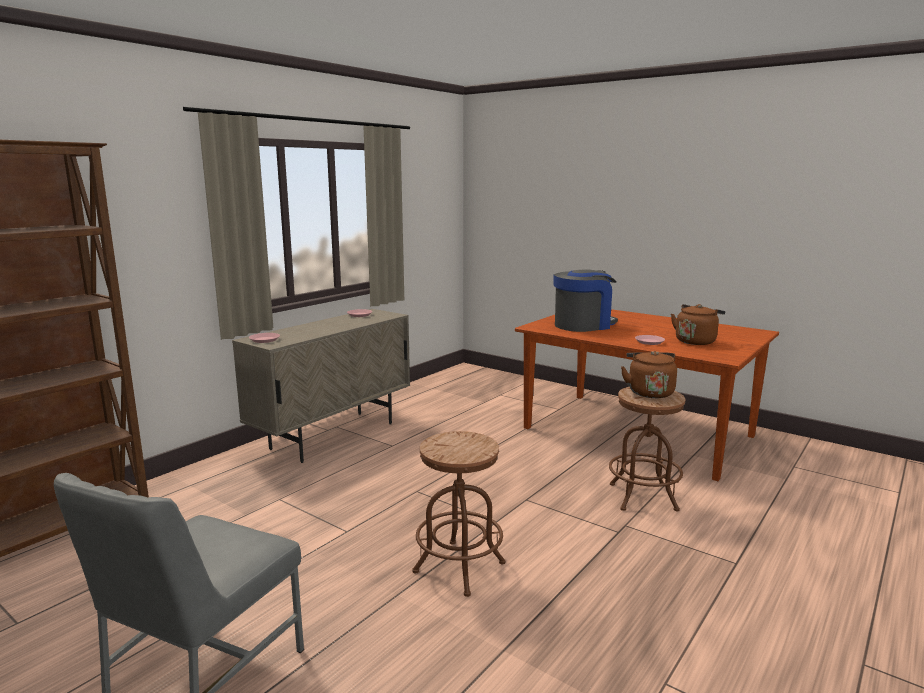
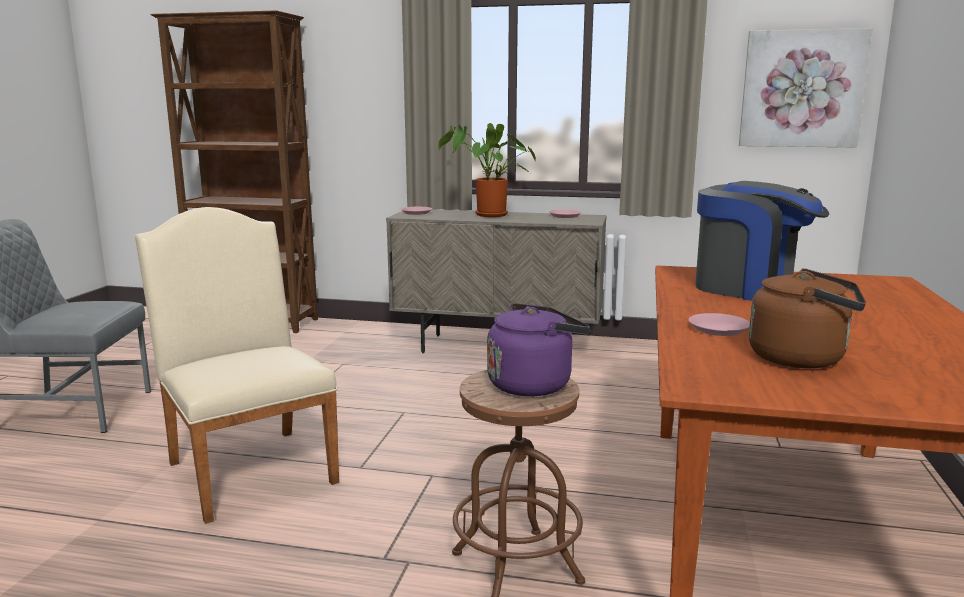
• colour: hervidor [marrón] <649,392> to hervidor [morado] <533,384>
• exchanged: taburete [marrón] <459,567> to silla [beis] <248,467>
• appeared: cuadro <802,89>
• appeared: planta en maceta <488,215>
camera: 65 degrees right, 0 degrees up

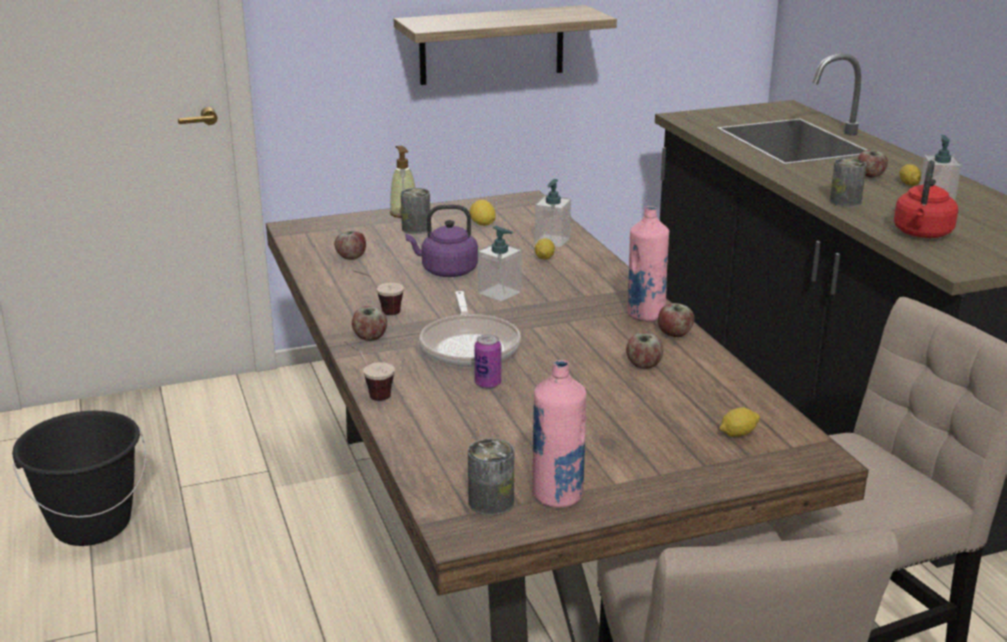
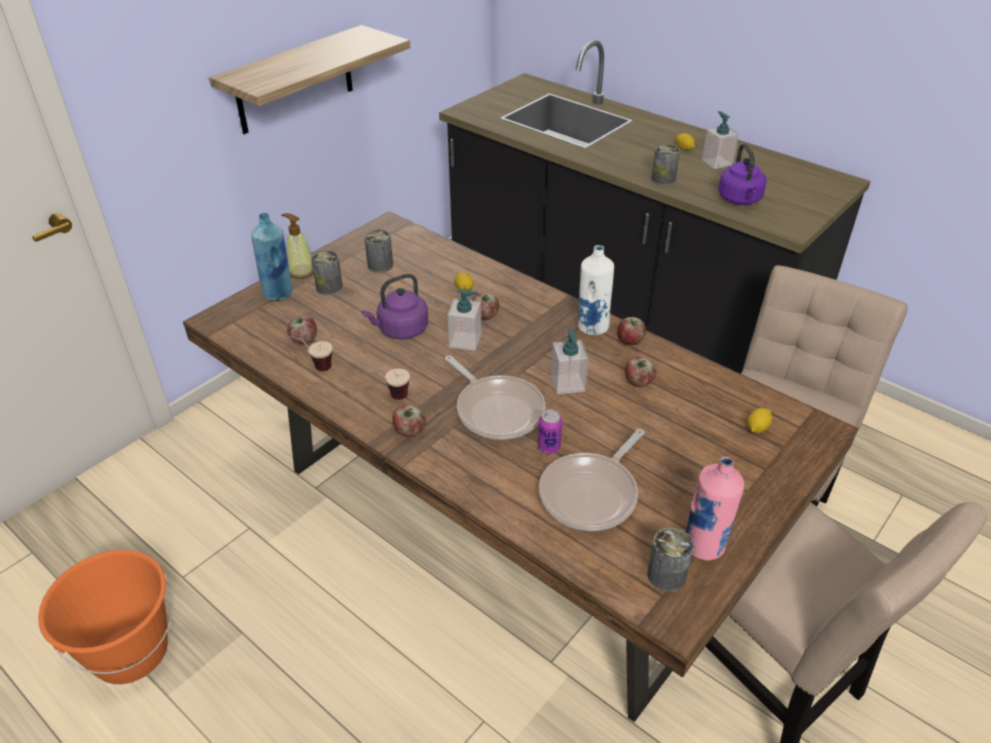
• relocated: manzana <869,176> to <485,316>
• colour: hervidor [rojo] <922,234> to hervidor [morado] <740,200>
• relocated: dispensador de jabón <552,240> to <568,383>
• exchanged: limón <482,224> to lata <380,265>
• colour: botella [rosa] <645,315> to botella [blanco] <592,327>
• relocated: taza <369,393> to <313,366>
• colour: cubo [negro] <92,525> to cubo [naranja] <131,652>
• appeared: botella [azul] <278,293>
• appeared: sartén <592,494>
camera: 30 degrees left, 15 degrees up

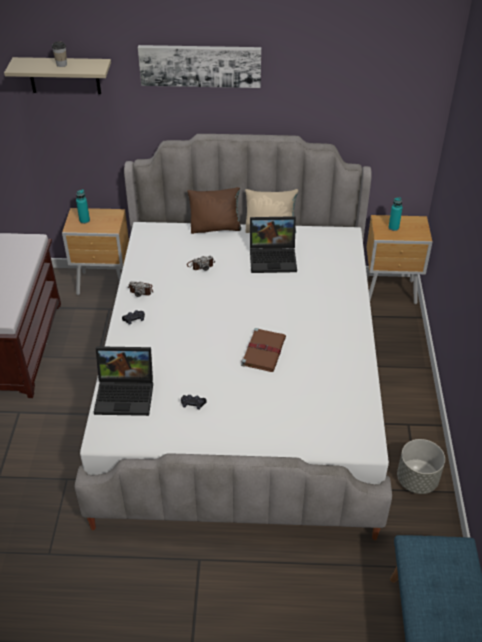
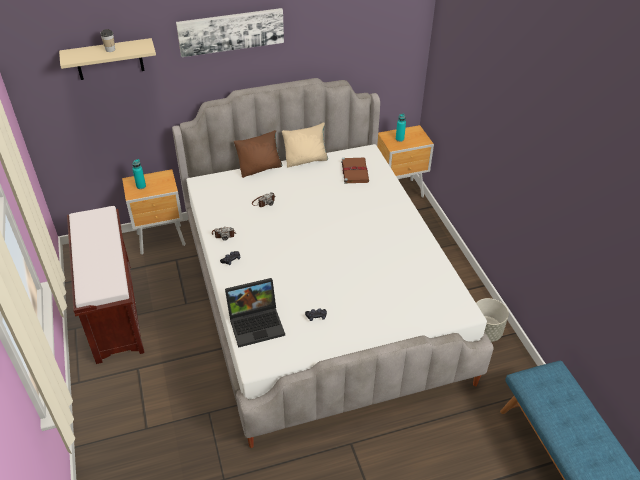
• missing: portátil <274,258>
• relocated: libro [marrón] <264,351> to <354,171>
camera: 20 degrees left, 0 degrees up

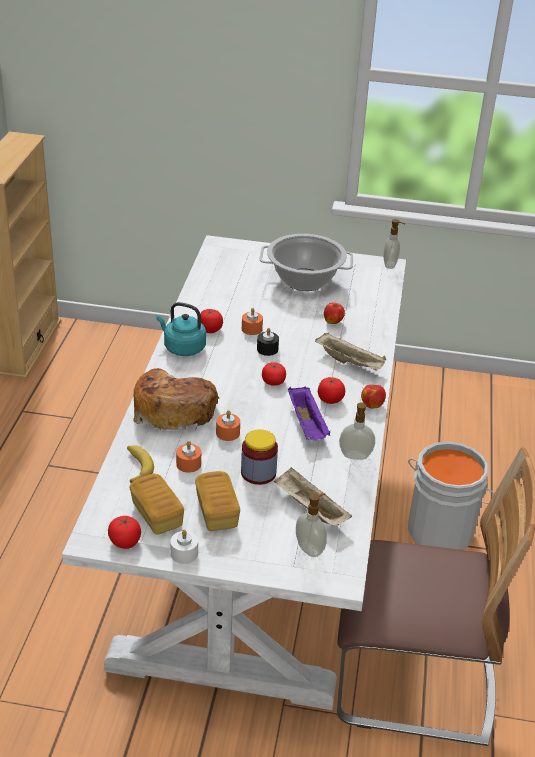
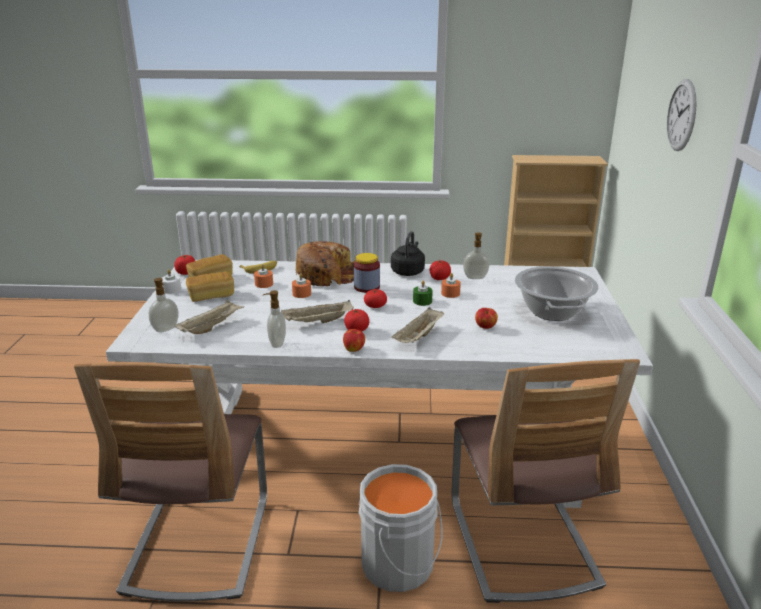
• relocated: dispensador de jabón <390,265> to <475,278>
• colour: hervidor [turquesa] <182,348> to hervidor [negro] <408,271>
• colour: vela [negro] <267,349> to vela [verde] <422,301>
• colour: bandeja [morado] <307,425> to bandeja [beis] <317,322>
• relocated: tarro <258,473> to <366,287>
• appeared: reloj de pared <681,115>
• appeared: silla <522,542>
camera: 85 degrees right, 10 degrees down

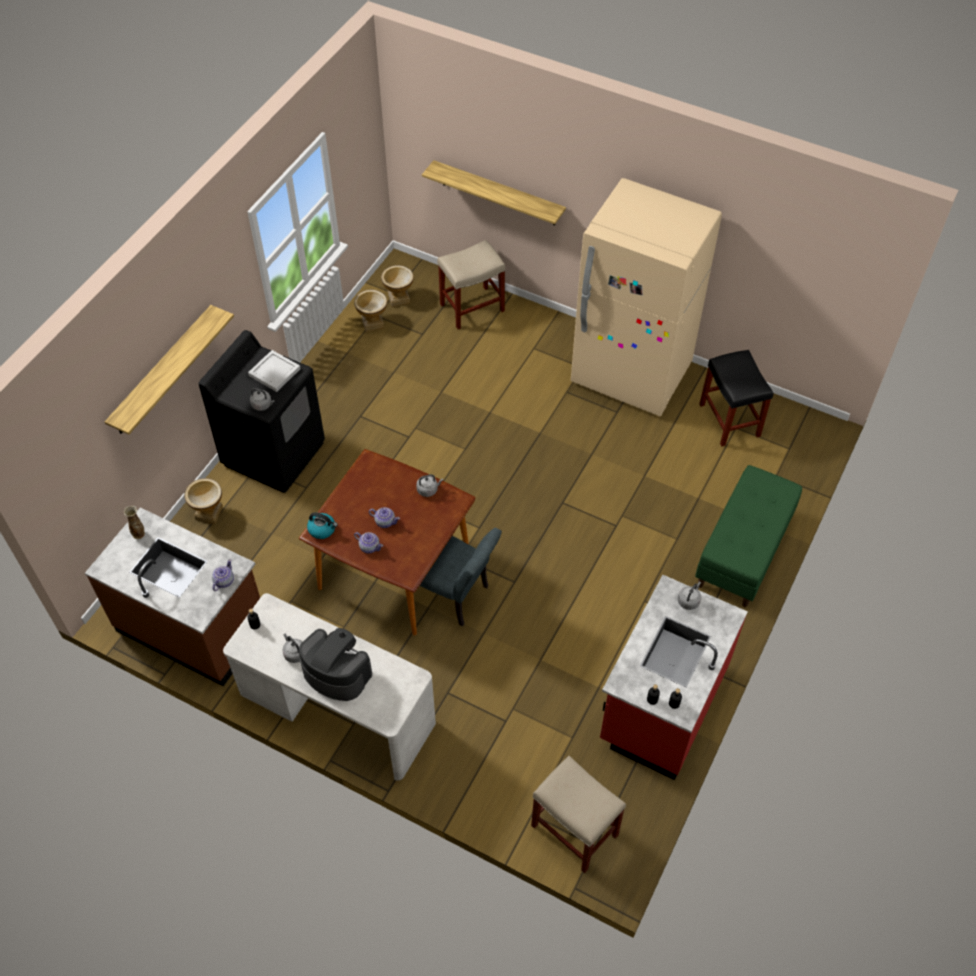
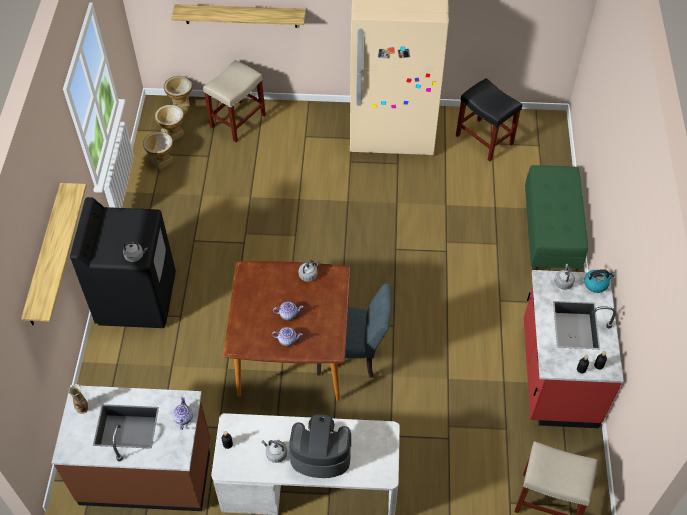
• missing: bandeja [blanco] <274,371>
• relocated: florero <209,513> to <181,105>
• relocated: hervidor <322,529> to <596,284>
camera: 25 degrees left, 0 degrees up

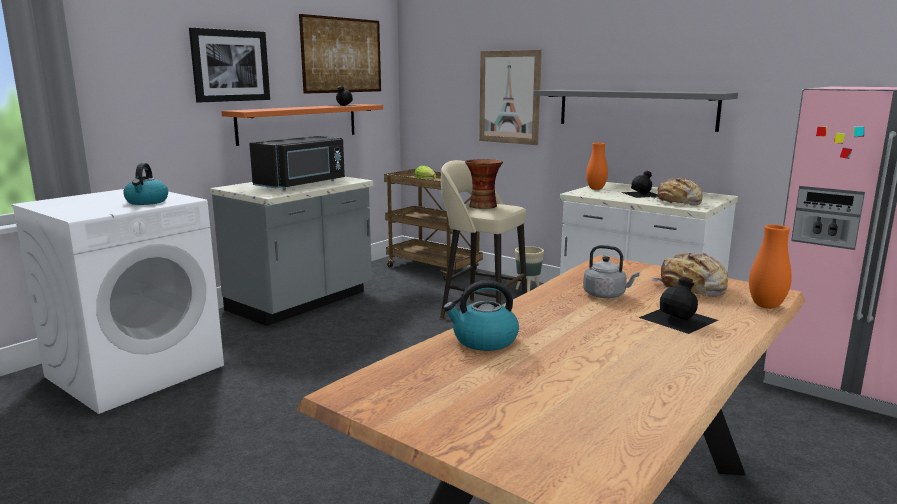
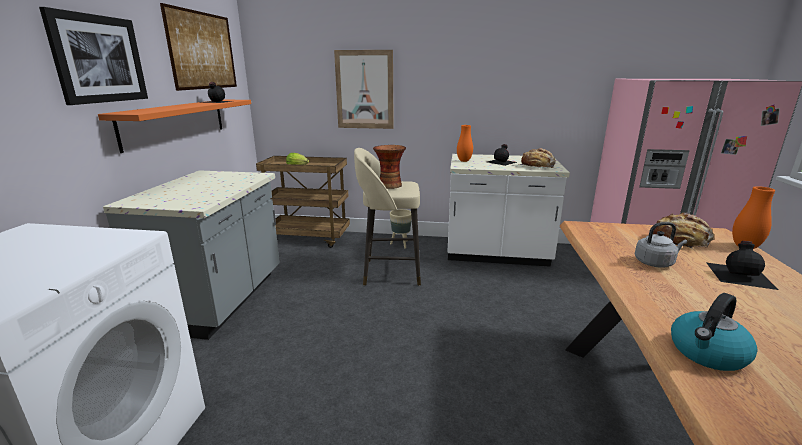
• missing: estante [gris] <635,109>
• missing: microondas [negro] <303,184>
• missing: hervidor <147,202>
camera: 30 degrees left, 5 degrees up

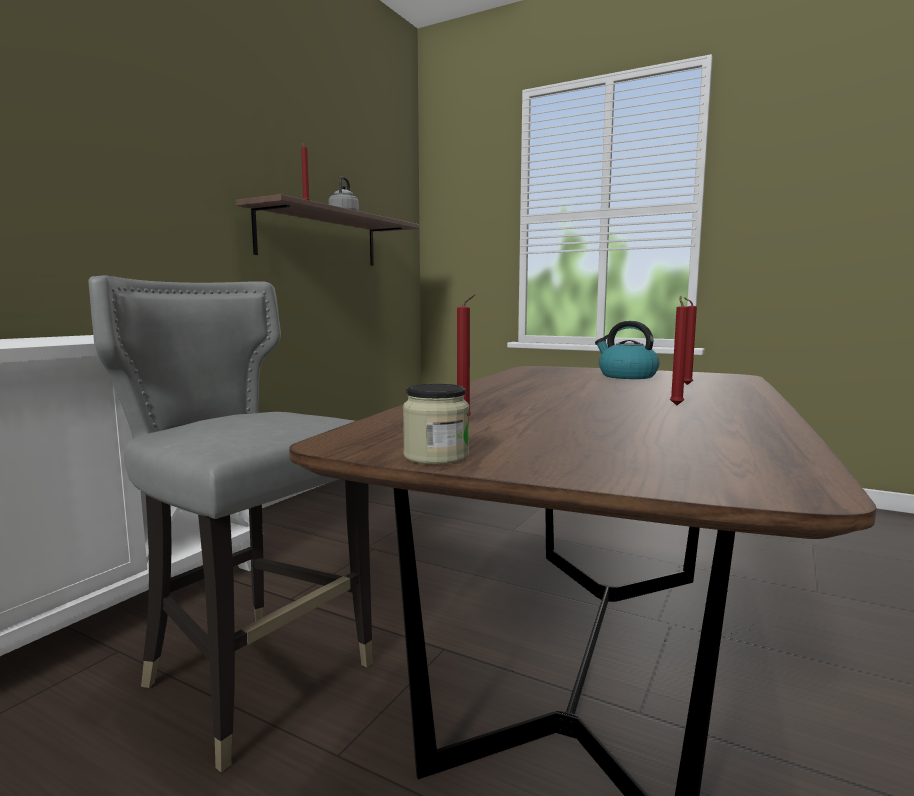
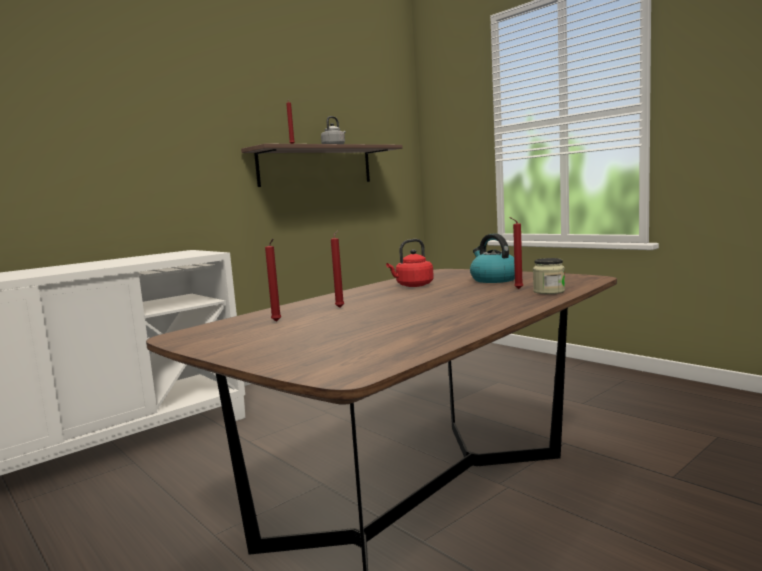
• missing: silla [gris] <258,681>
• relocated: vela [rojo] <676,405> to <341,307>
• relocated: tarro <436,456> to <549,291>
• appeared: hervidor [rojo] <413,285>
camera: 20 degrees right, 0 degrees up

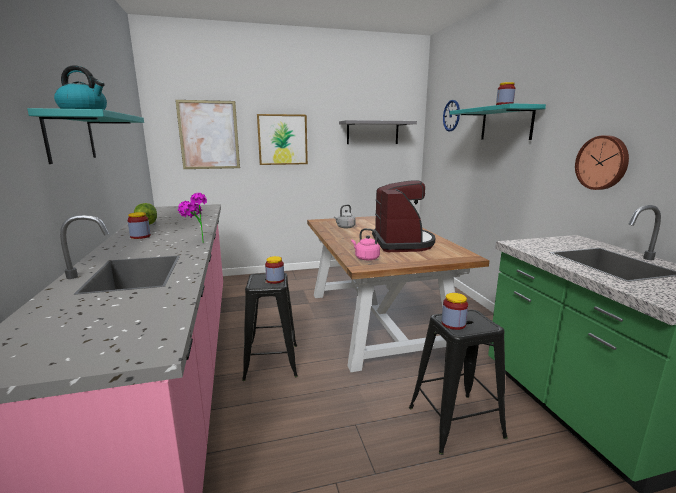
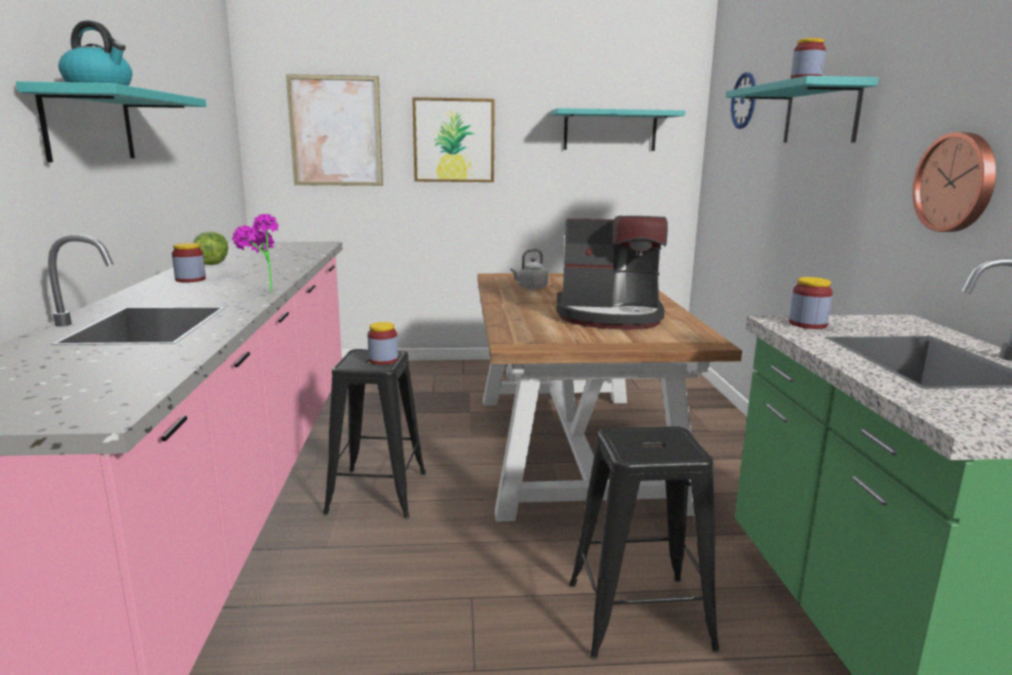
• colour: estante [gris] <372,132> to estante [turquesa] <610,131>
• spun: cafetera <402,243> = <609,316> 90 degrees clockwise
• missing: hervidor [rosa] <365,258>
• relocated: tarro <453,324> to <807,324>
camera: 10 degrees right, 0 degrees up

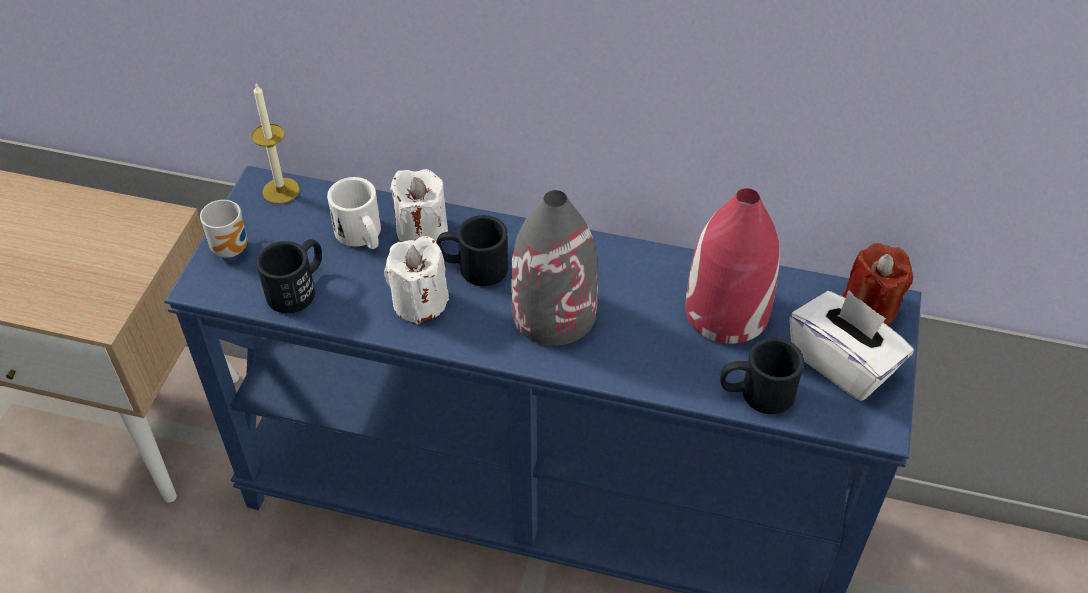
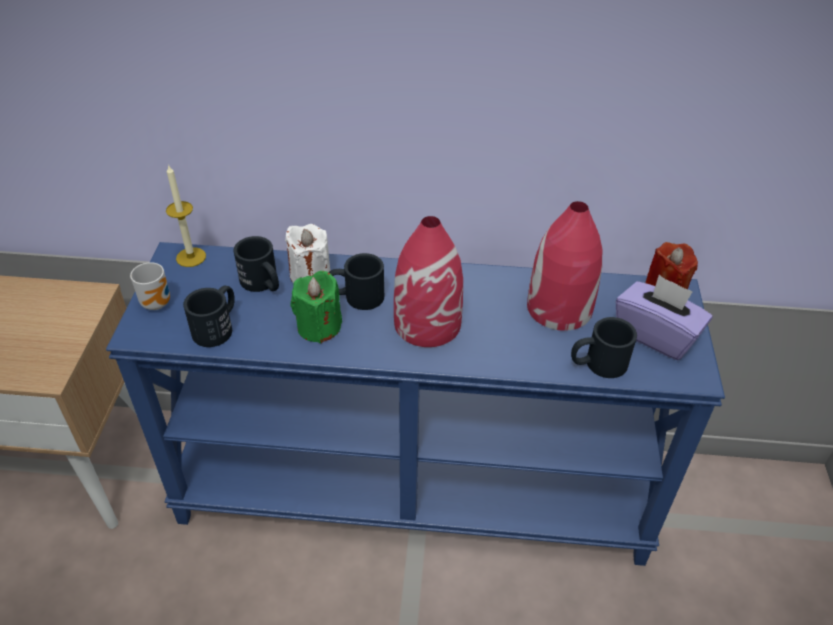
• colour: taza grande [blanco] <362,236> to taza grande [negro] <263,283>
• colour: florero [gris] <554,313> to florero [rojo] <427,323>
• colour: vela [blanco] <420,302> to vela [verde] <319,327>
• colour: caja de pañuelos [blanco] <843,363> to caja de pañuelos [morado] <656,335>
camera: 10 degrees left, 5 degrees down

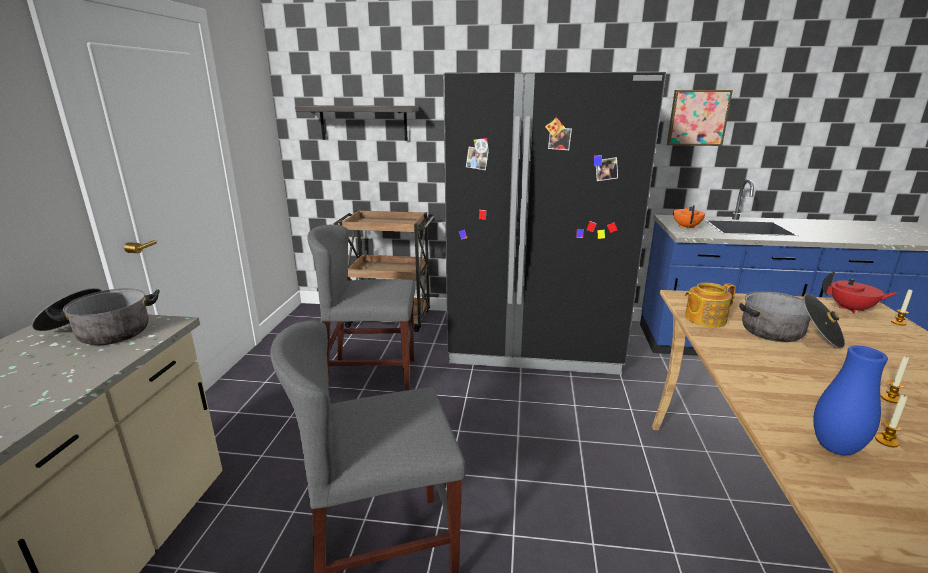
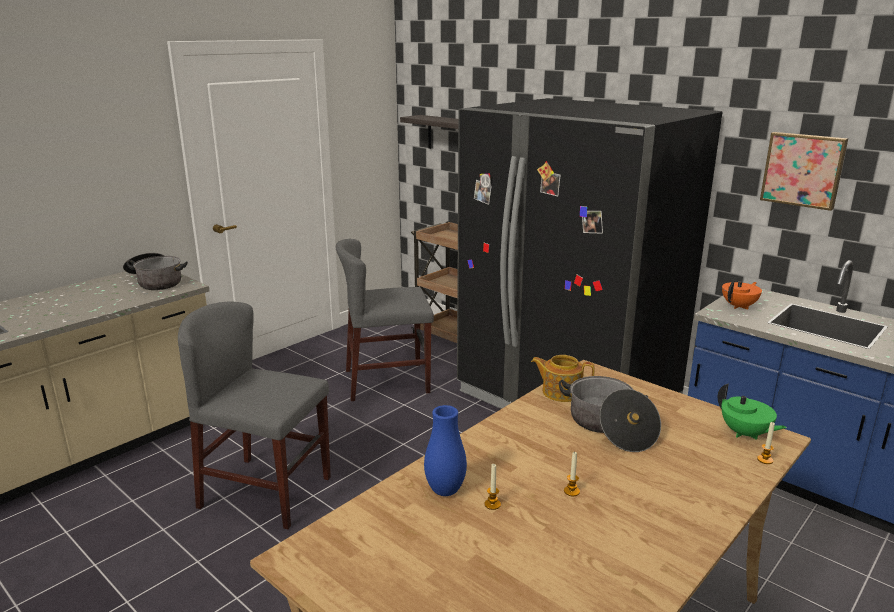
• spun: silla [gris] <372,377> = <387,381> 45 degrees counterclockwise
• colour: tetera [rojo] <851,309> to tetera [verde] <745,434>
camera: 35 degrees right, 0 degrees up

